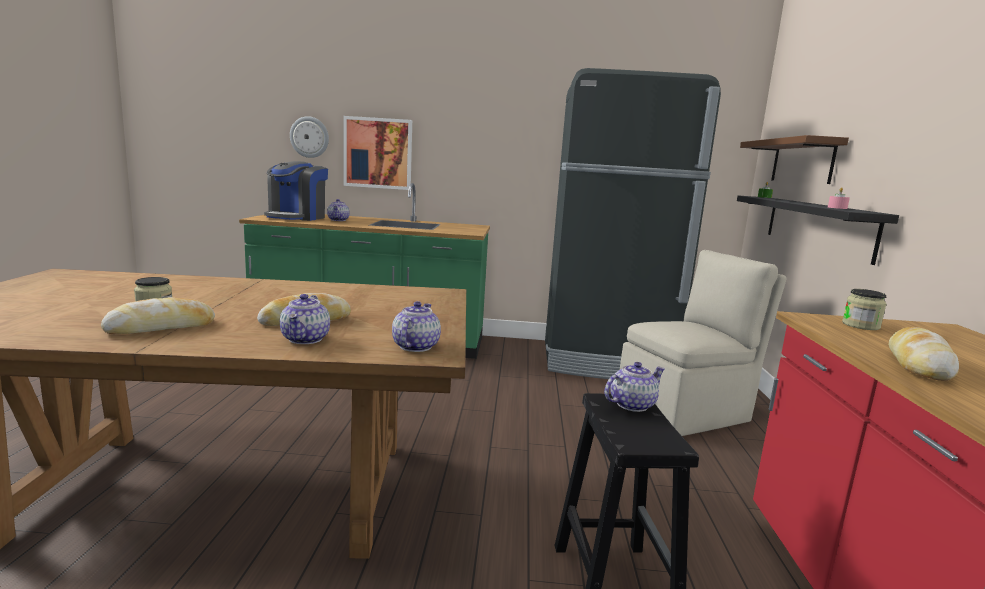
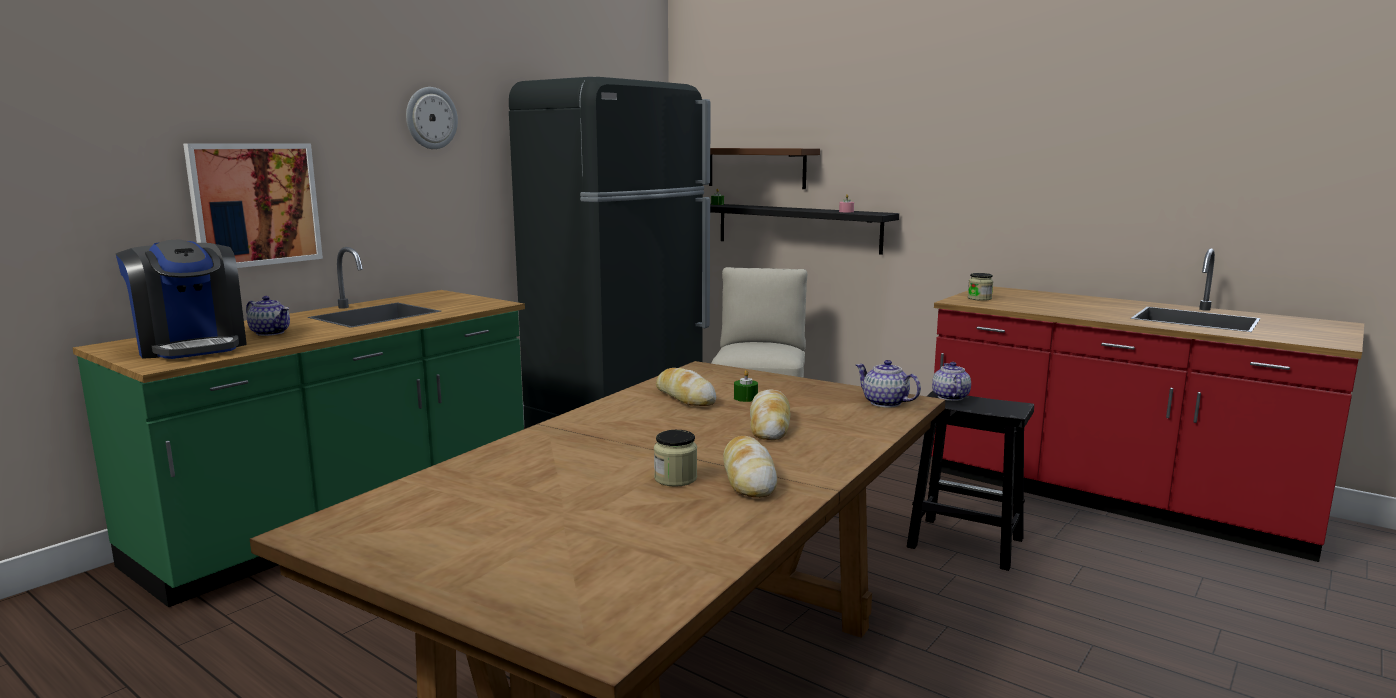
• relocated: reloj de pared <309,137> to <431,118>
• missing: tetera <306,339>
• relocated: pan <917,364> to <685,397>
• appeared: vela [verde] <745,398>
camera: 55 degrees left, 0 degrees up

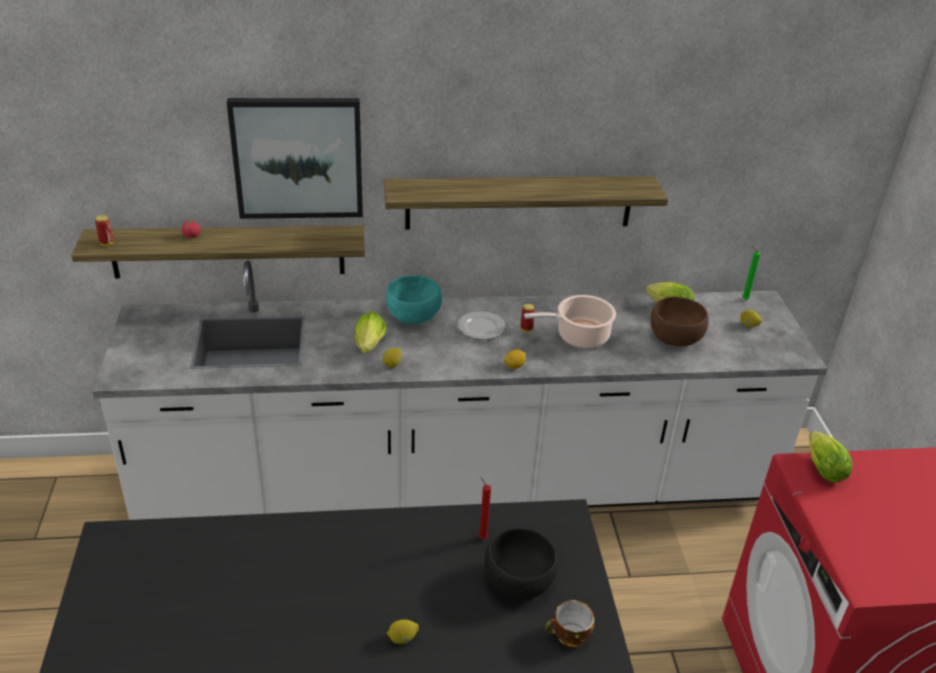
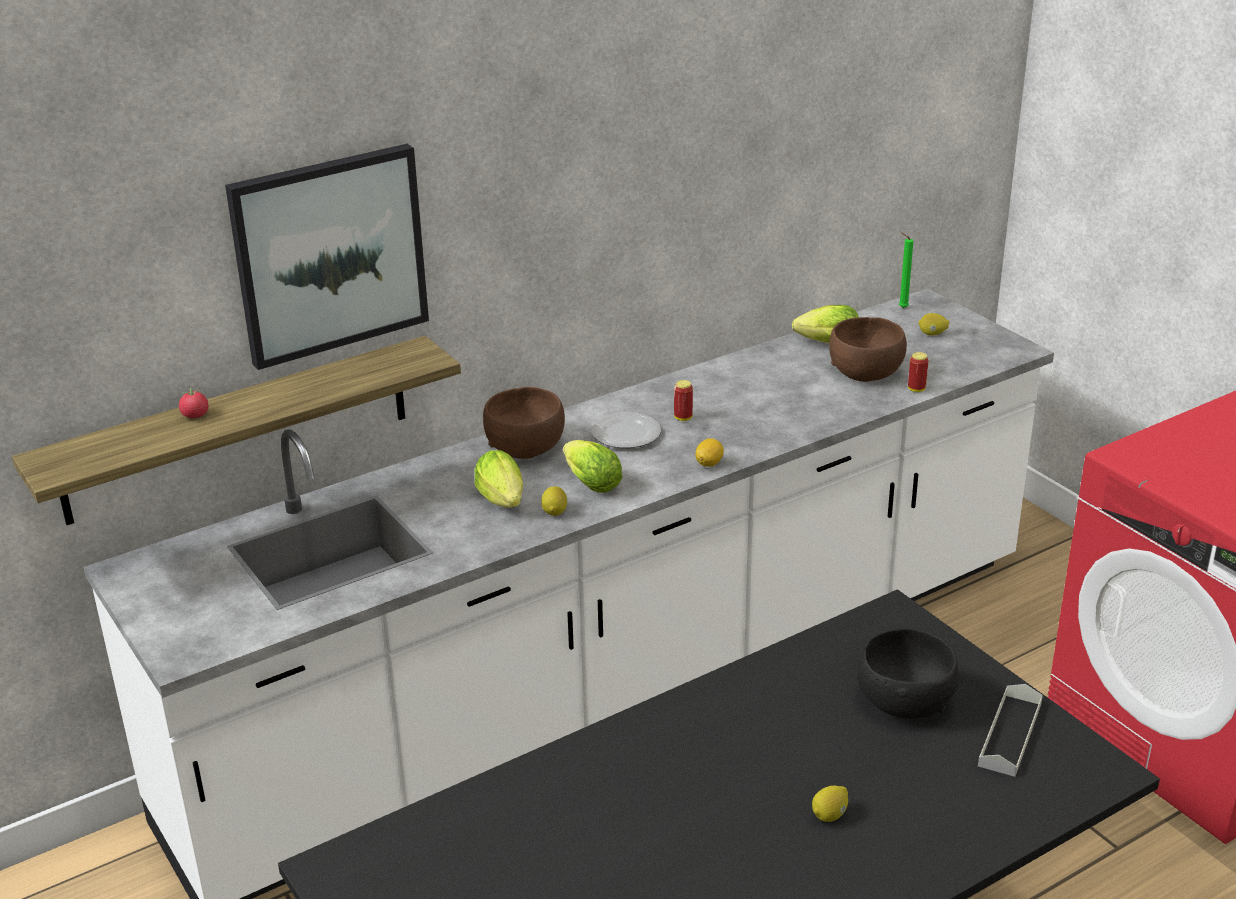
• missing: estante <519,202>
• relocated: lata <107,243> to <916,389>
• colour: cuenco [turquesa] <414,316> to cuenco [marrón] <526,448>
• missing: olla <579,336>
• relocated: lechuga <821,467> to <589,482>
• missing: vela [rojo] <482,537>
• exchanged: taza <569,637> to bandeja [gris] <1010,734>
camera: 25 degrees left, 5 degrees down

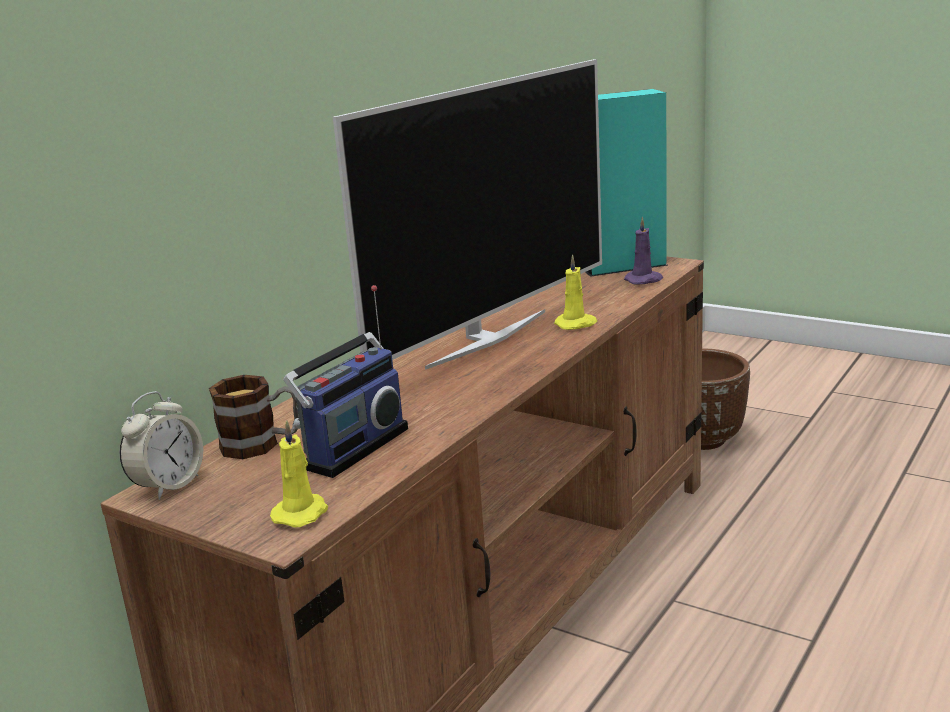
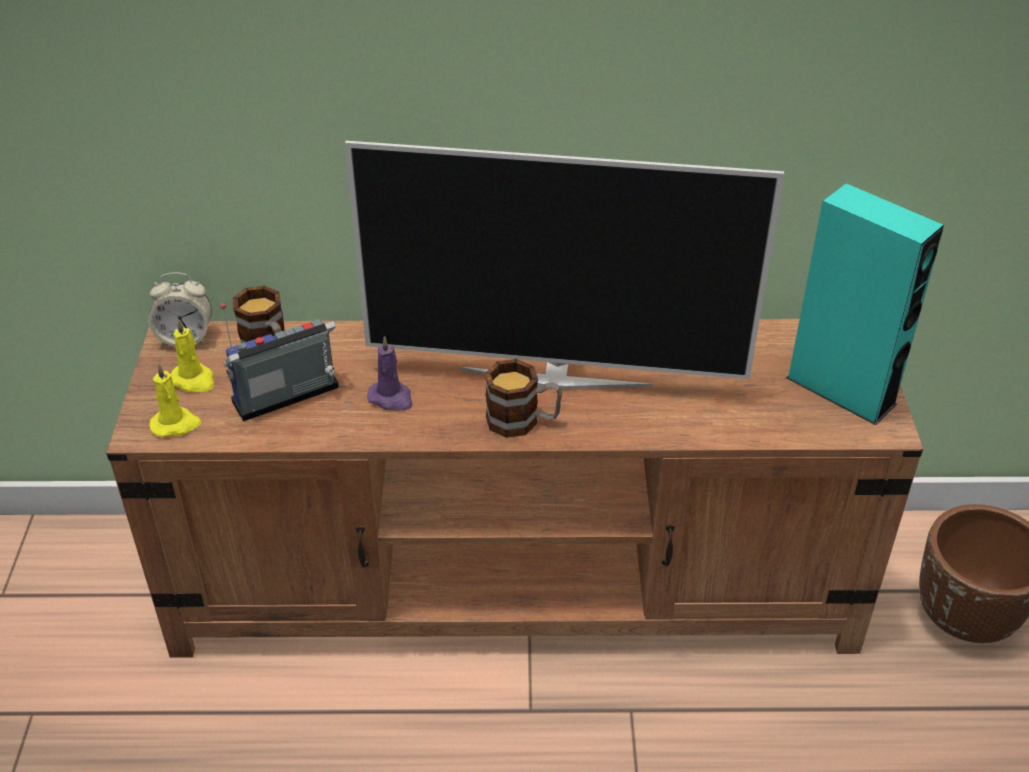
• relocated: vela [morado] <644,280> to <391,398>
• relocated: vela [amarillo] <576,324> to <194,380>
• spun: radio <351,447> = <288,399> 150 degrees clockwise
• appeared: taza grande <523,421>
camera: 55 degrees right, 20 degrees up

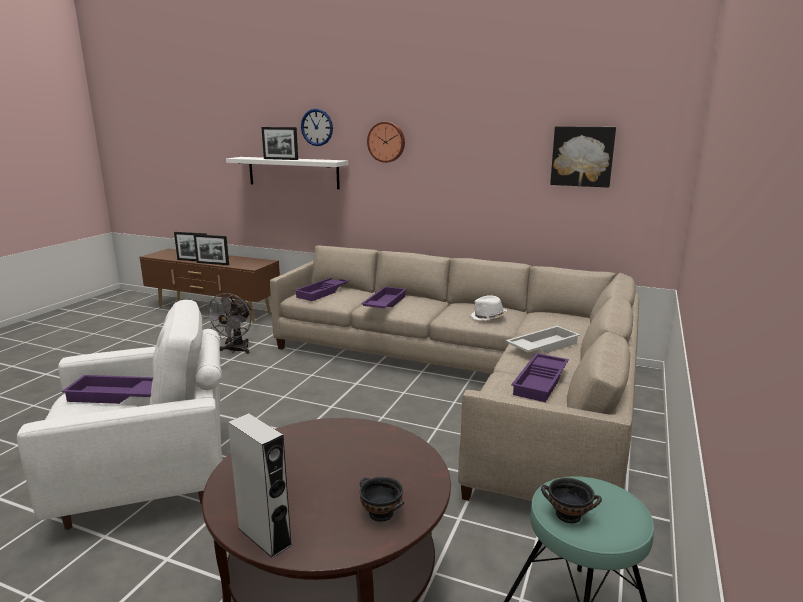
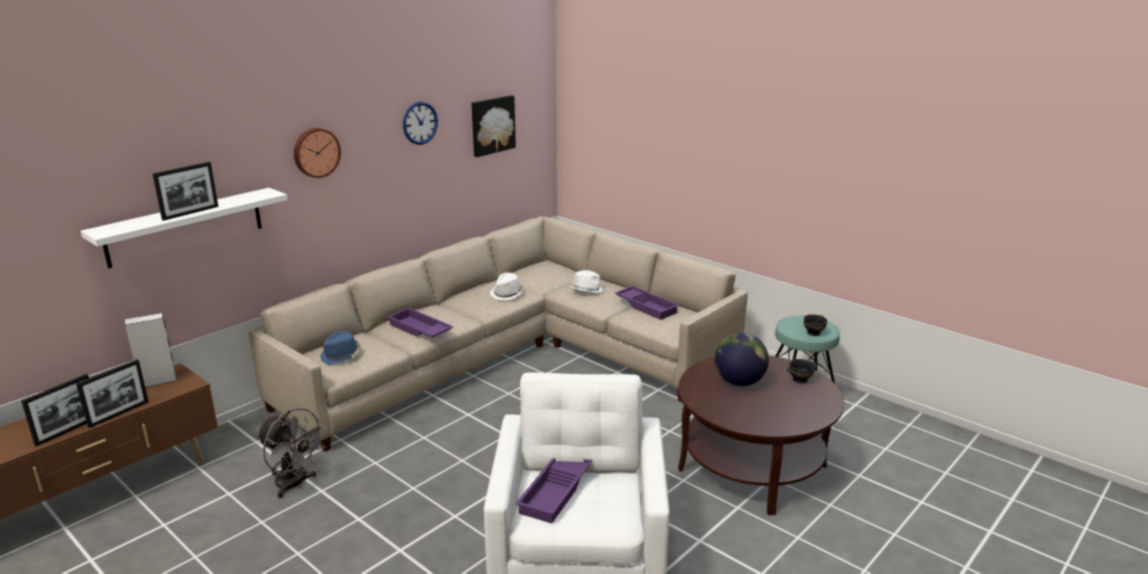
• relocated: reloj de pared <317,127> to <420,123>
• exchanged: bandeja [morado] <323,292> to sombrero [azul] <341,356>
• exchanged: bandeja [blanco] <542,346> to sombrero [blanco] <586,290>
• relocated: altavoz [gris] <264,536> to <158,381>
• appeared: globo terráqueo <739,382>
camera: 70 degrees left, 5 degrees up

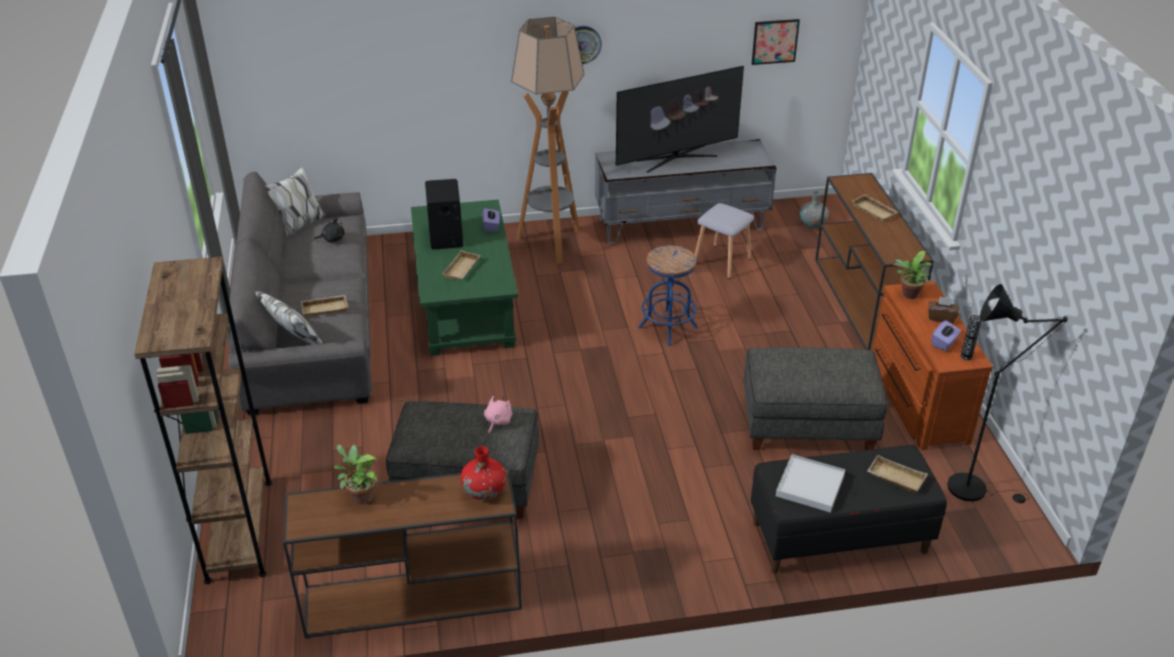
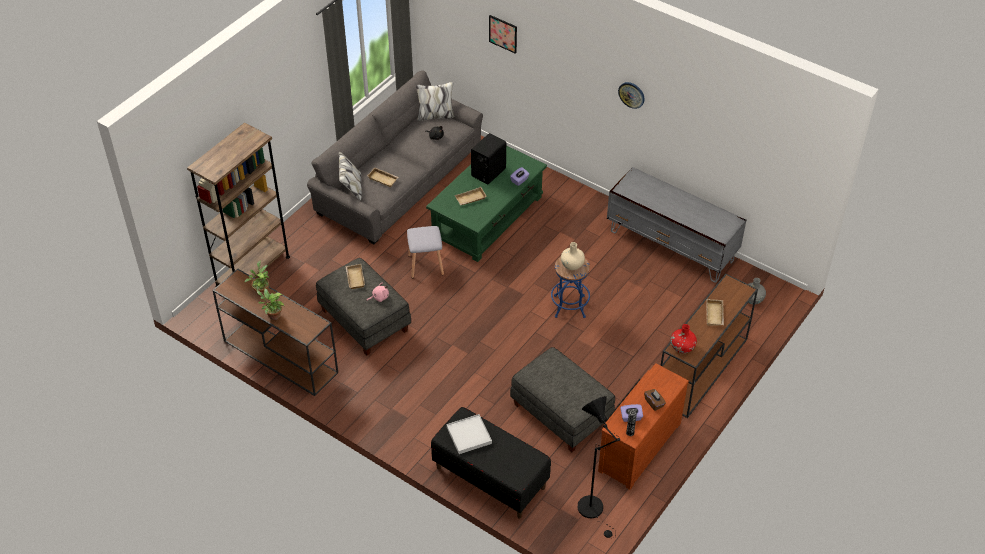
• missing: lámpara de pie <551,243>
• relocated: cuadro <775,41> to <503,33>
• missing: televisor <676,158>
• relocated: taburete [gris] <723,261> to <426,265>
• relocated: planta en maceta <908,295> to <272,315>
• relocated: florero [rojo] <484,491> to <682,347>
• relocated: bandeja [beis] <894,478> to <354,278>
• appeared: florero [beis] <572,265>
camera: 45 degrees right, 10 degrees up

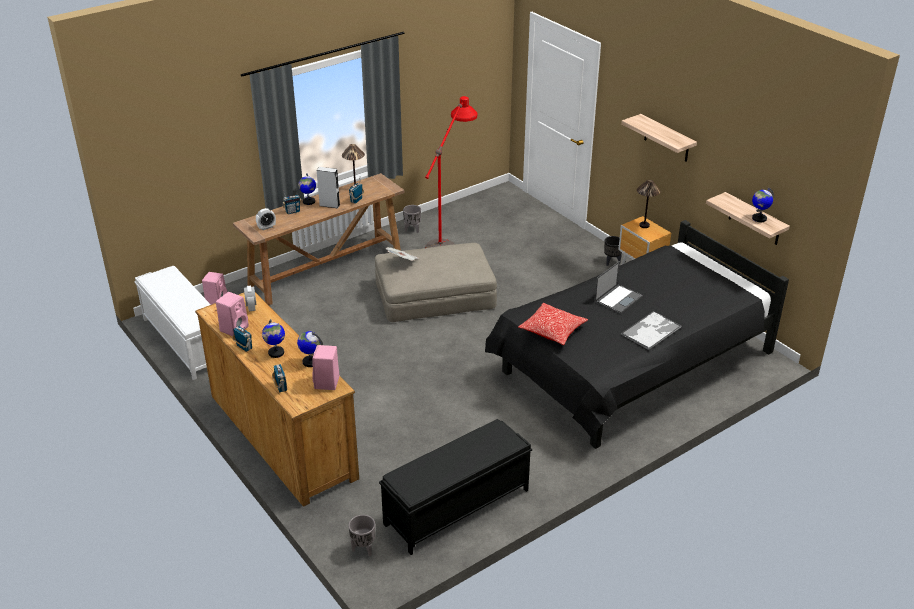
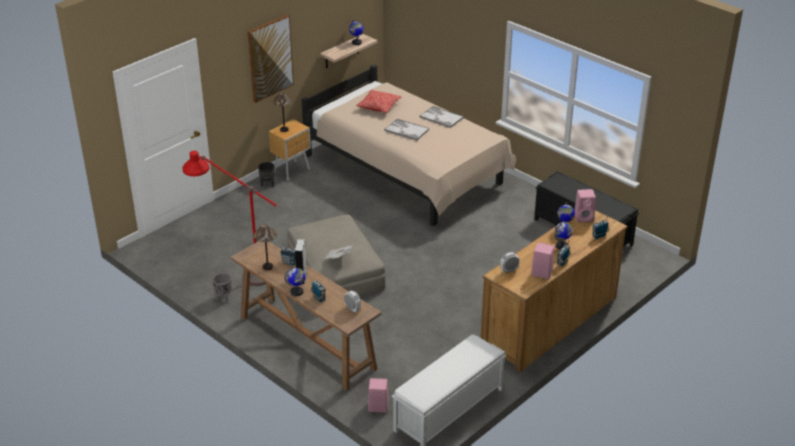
• exchanged: estante <666,138> to cuadro <270,58>
• colour: cama [negro] <631,365> to cama [beis] <407,172>
• exchanged: portátil <618,299> to bandeja <406,130>
• relocated: cojín <552,331> to <379,106>
• missing: maceta [gris] <363,549>
camera: 100 degrees left, 0 degrees up

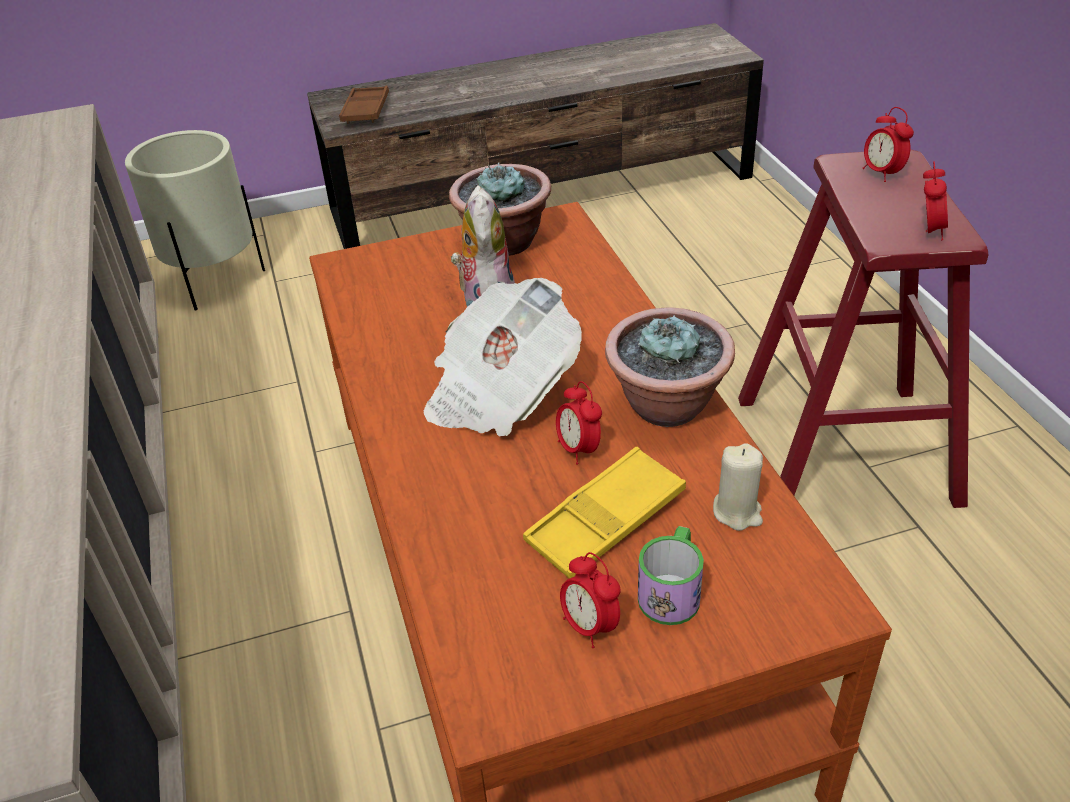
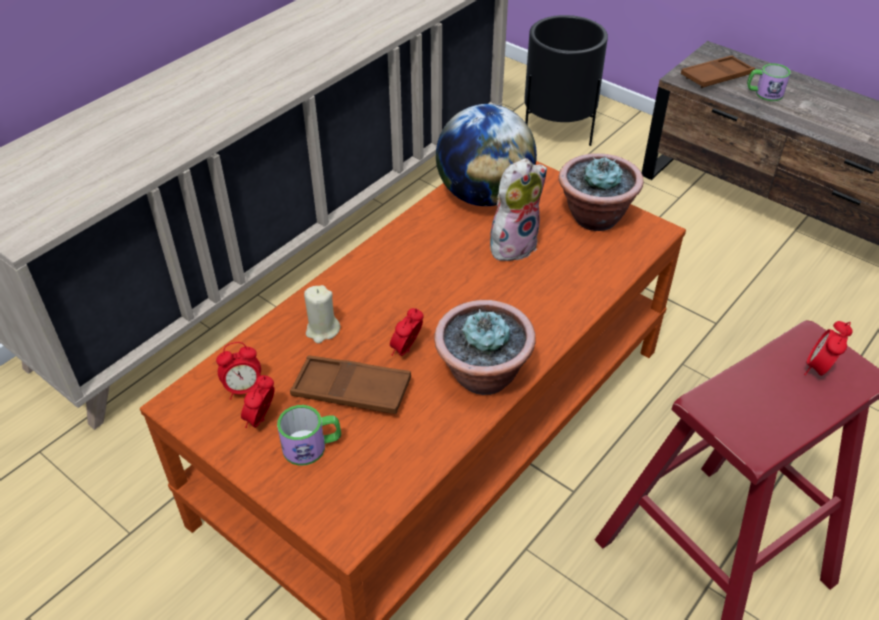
• colour: maceta [beis] <216,282> to maceta [negro] <558,133>
• relocated: despertador <929,231> to <243,389>
• missing: periódico <500,392>
• relocated: vela [beis] <737,512> to <322,330>
• colour: bandeja [amarillo] <605,521> to bandeja [marrón] <351,390>
• appeared: taza grande <764,93>
• appeared: globo terráqueo <484,195>
camera: 55 degrees right, 5 degrees up

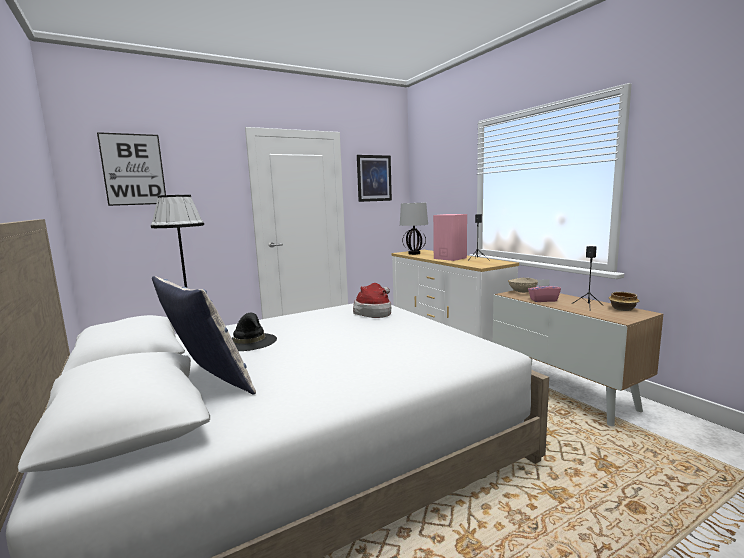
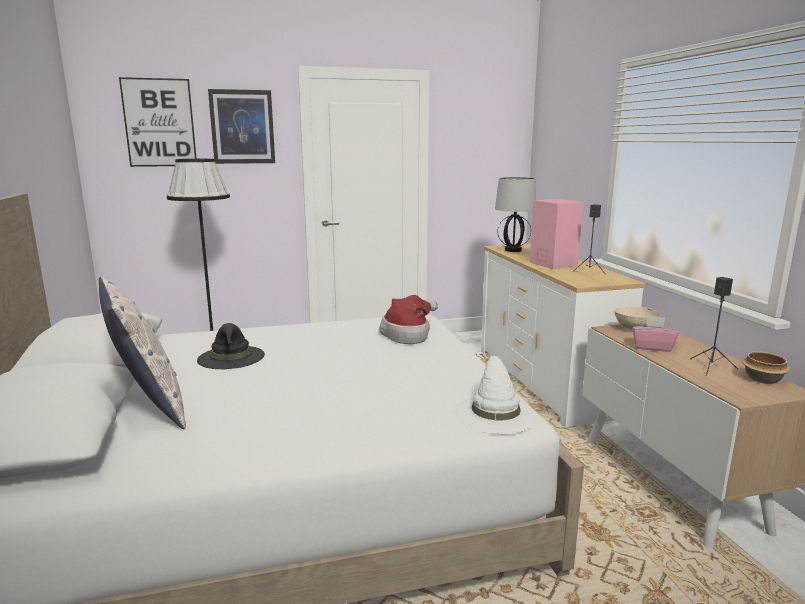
• relocated: cuadro <374,178> to <242,127>
• appeared: sombrero [blanco] <494,413>
camera: 15 degrees right, 5 degrees up

